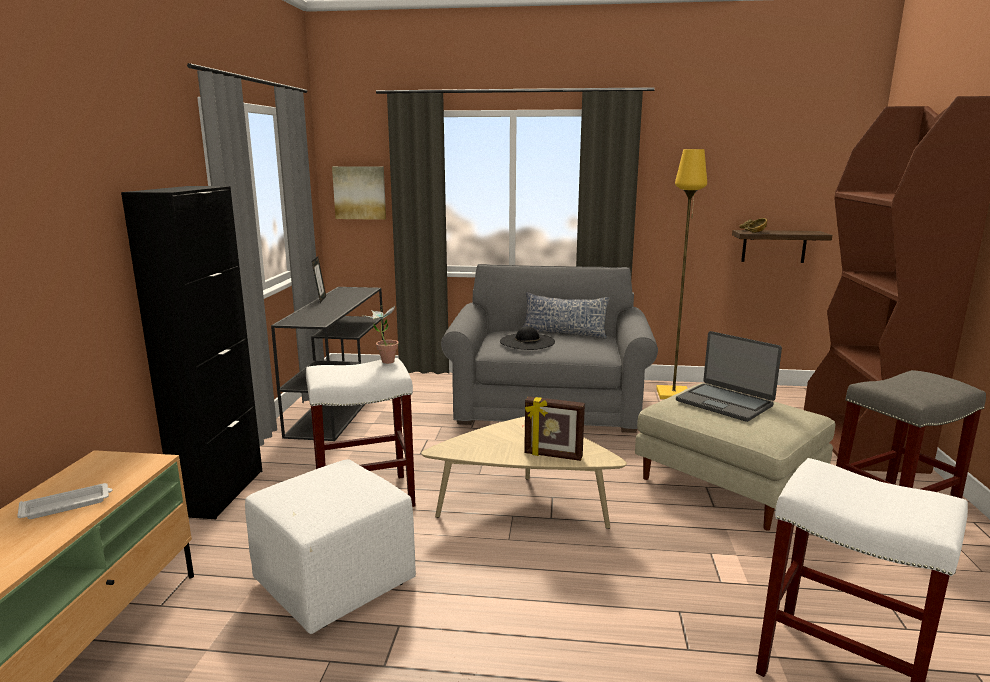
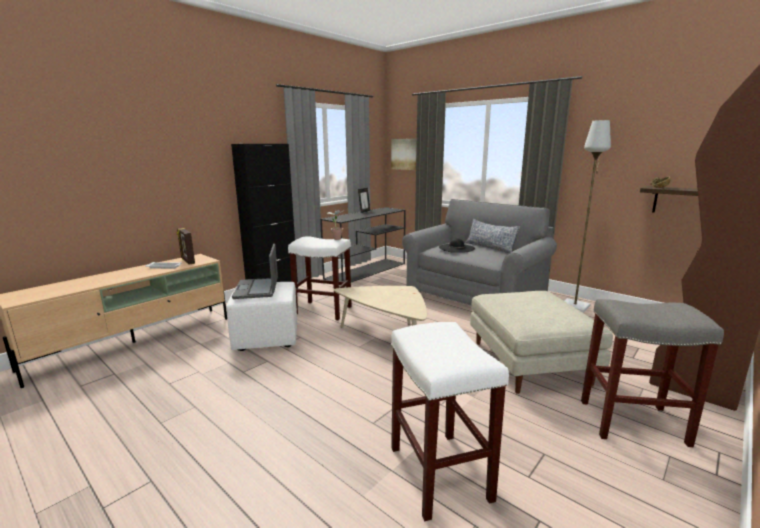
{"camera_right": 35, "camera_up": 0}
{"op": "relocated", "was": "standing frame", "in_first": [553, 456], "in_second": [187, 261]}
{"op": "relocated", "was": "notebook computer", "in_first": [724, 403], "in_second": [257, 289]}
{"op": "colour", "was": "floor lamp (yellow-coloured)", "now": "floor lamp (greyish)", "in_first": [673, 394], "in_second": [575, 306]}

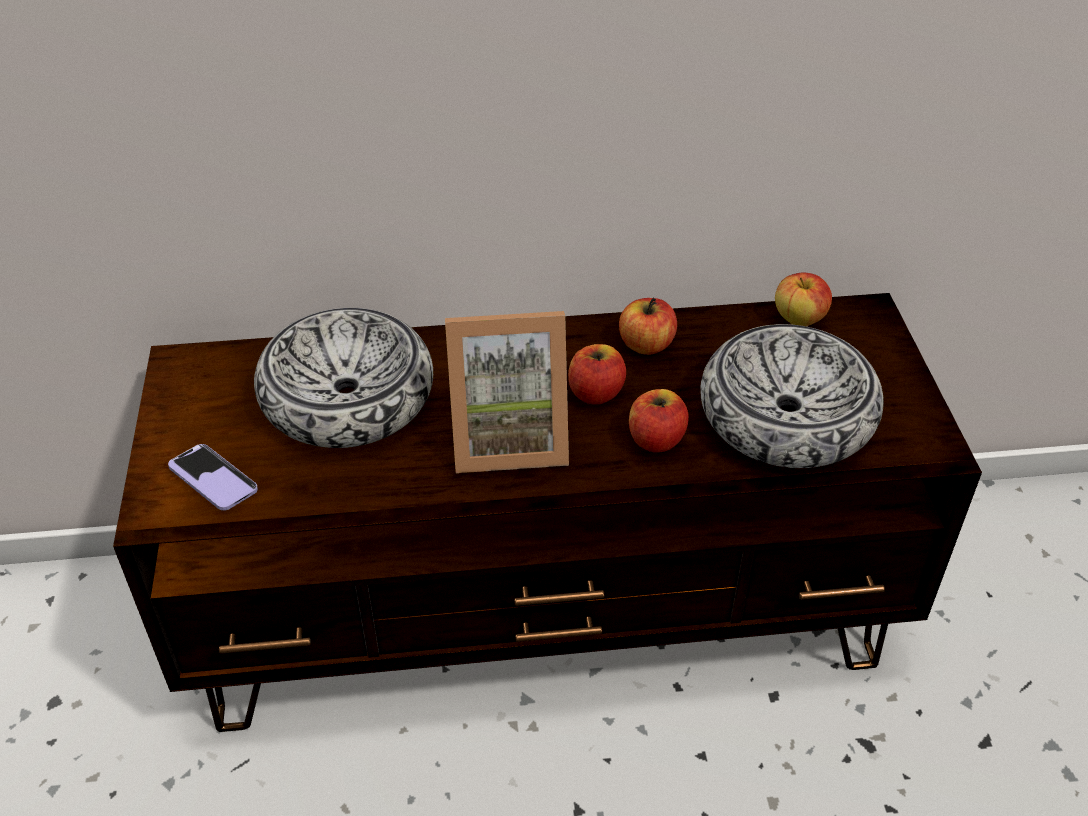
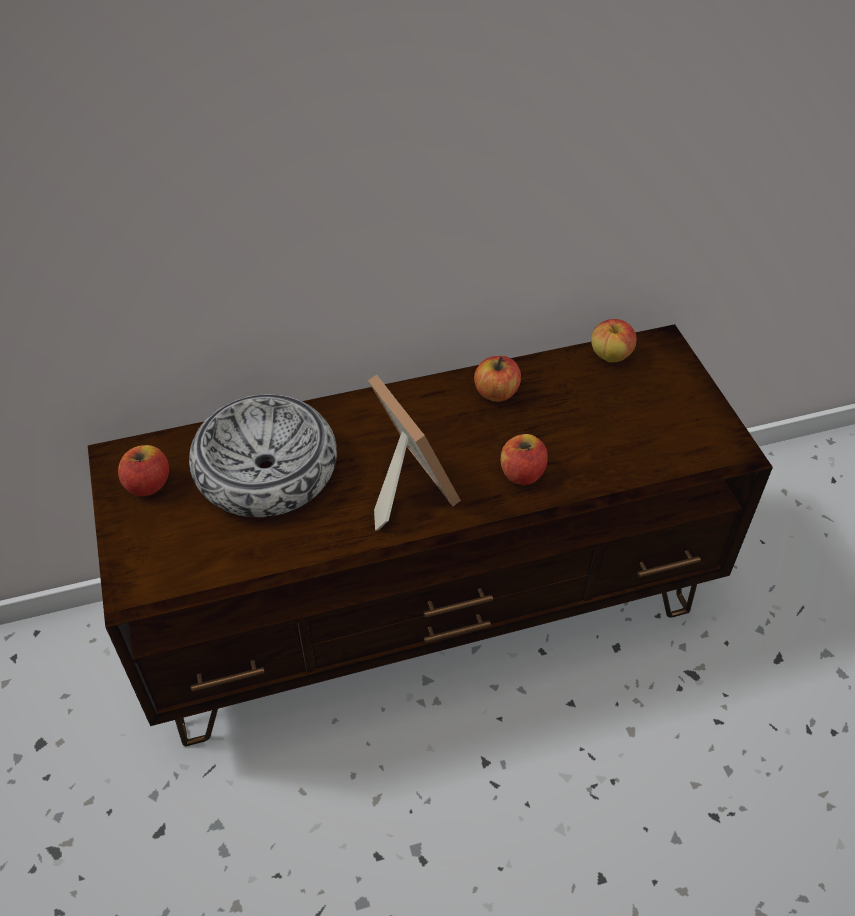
{"camera_right": -10, "camera_up": 5}
{"op": "missing", "was": "telephone", "in_first": [213, 479]}
{"op": "missing", "was": "bowl", "in_first": [787, 415]}
{"op": "relocated", "was": "apple", "in_first": [595, 393], "in_second": [148, 484]}
{"op": "spun", "was": "standing frame", "in_first": [508, 438], "in_second": [405, 488], "clockwise": -105}

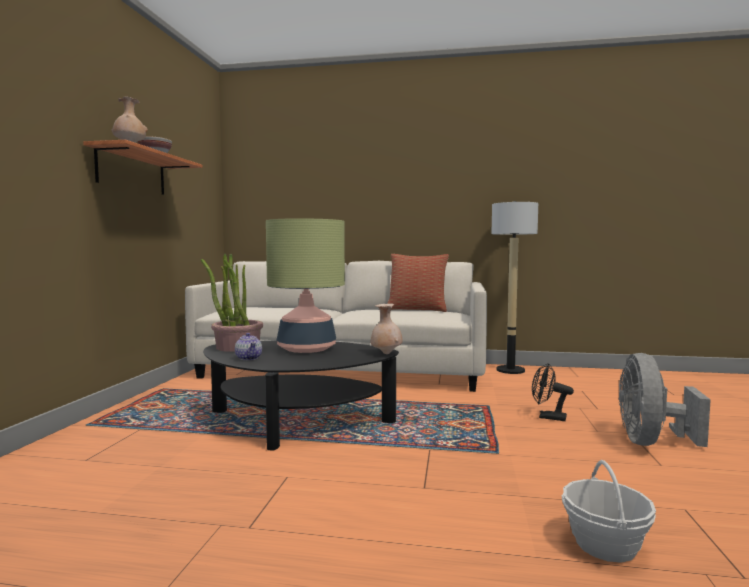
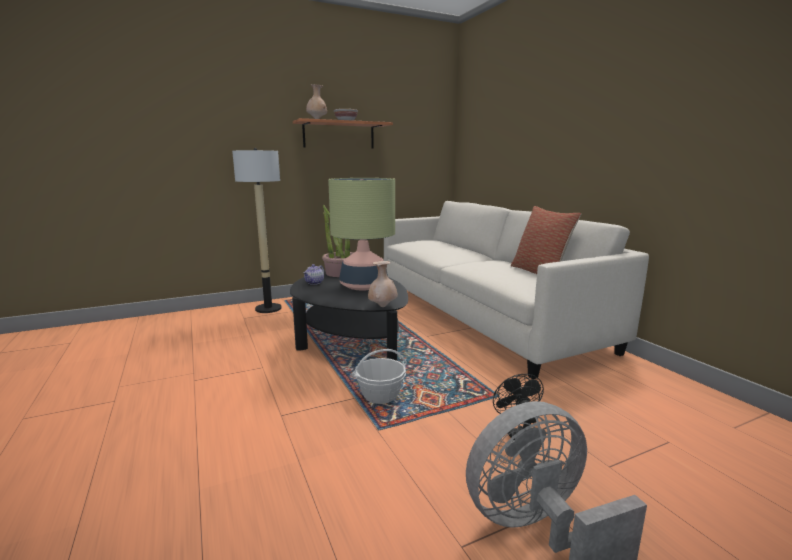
{"camera_right": 55, "camera_up": 10}
{"op": "relocated", "was": "floor lamp", "in_first": [510, 370], "in_second": [268, 309]}
{"op": "relocated", "was": "household basket", "in_first": [605, 545], "in_second": [380, 395]}

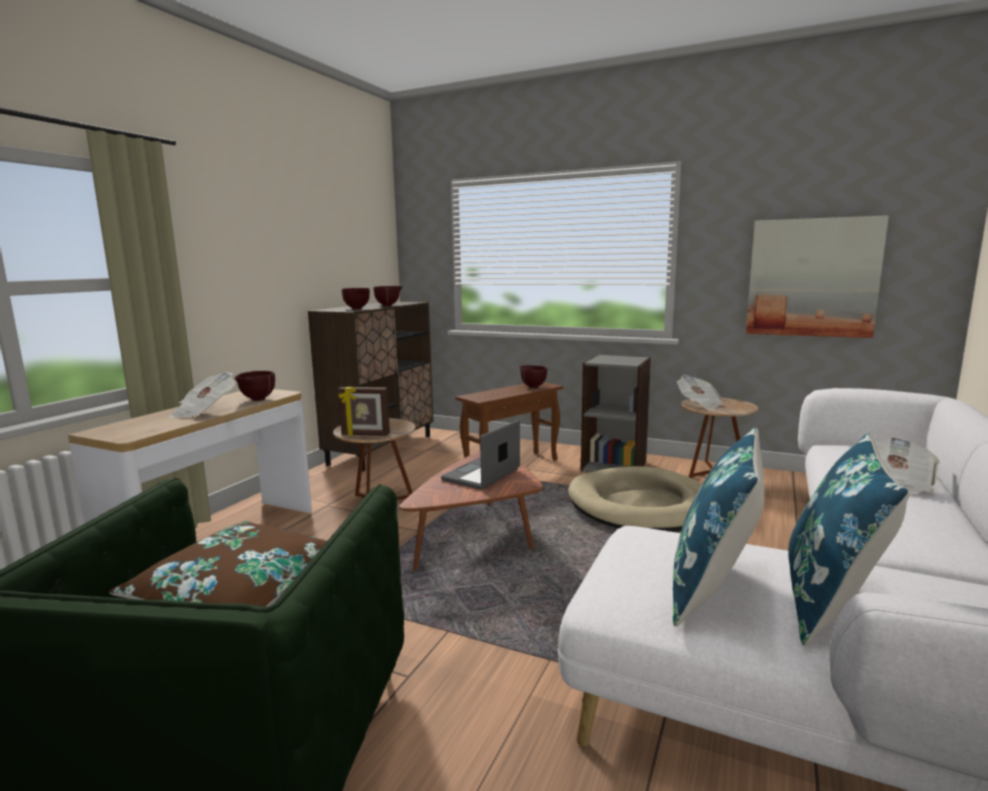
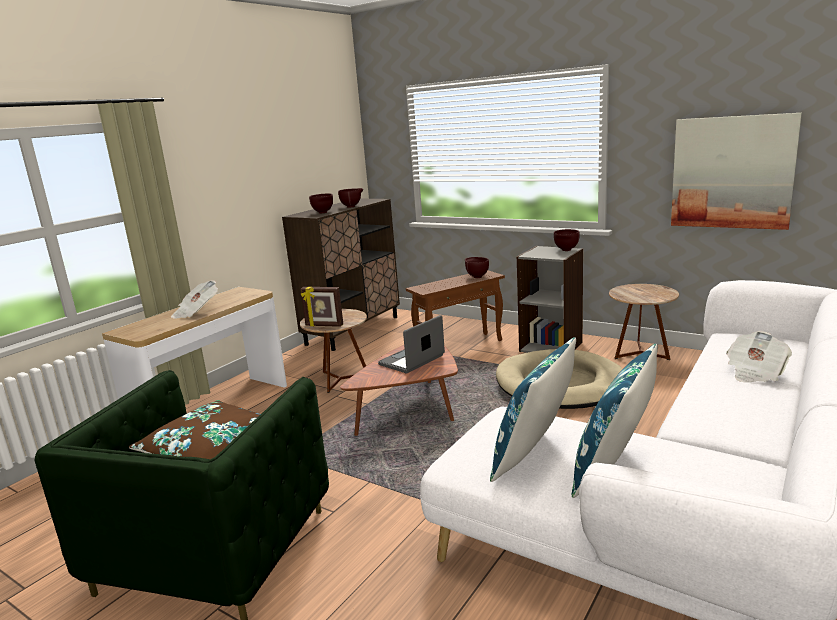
{"camera_right": 10, "camera_up": 5}
{"op": "missing", "was": "daily paper", "in_first": [699, 404]}
{"op": "relocated", "was": "bowl (brown-coloured)", "in_first": [256, 400], "in_second": [566, 250]}

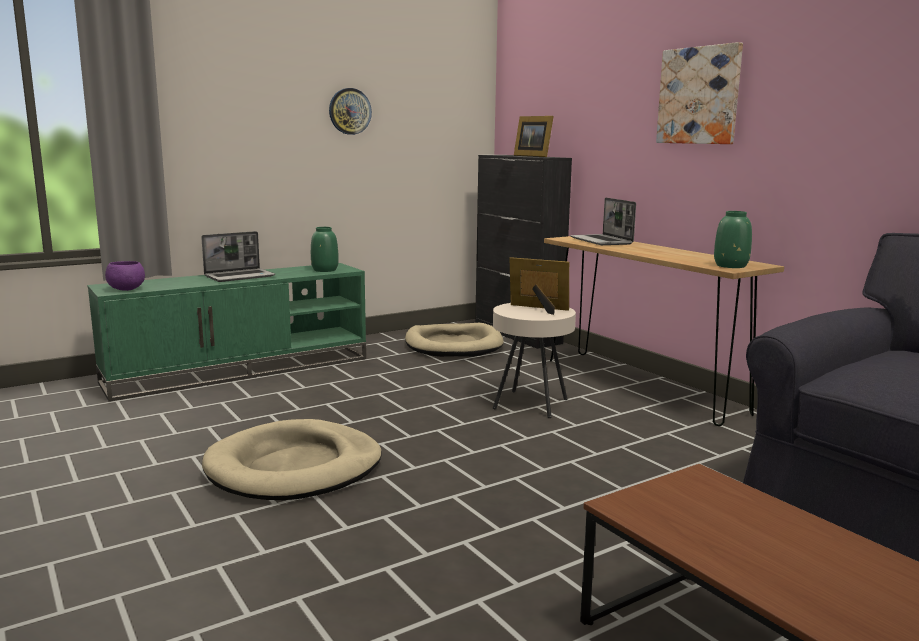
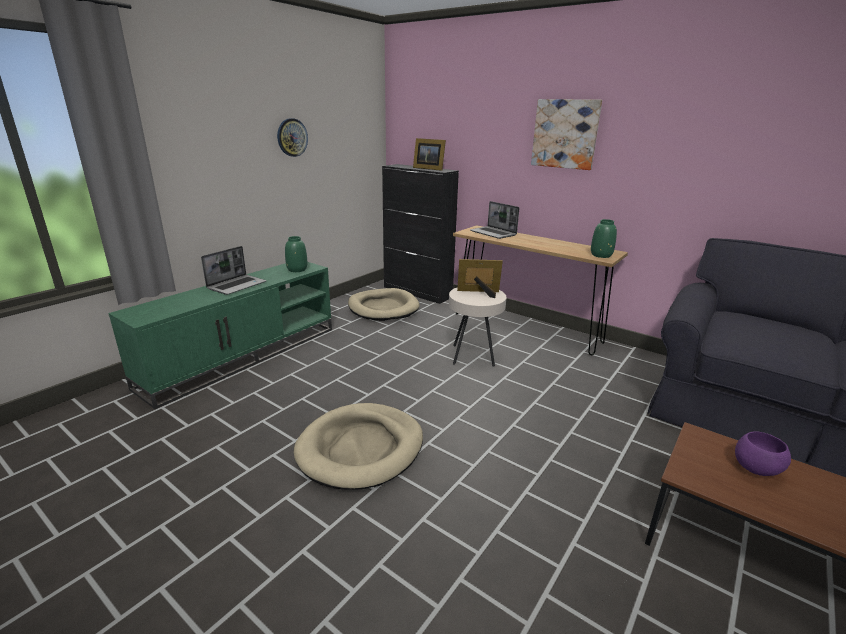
{"camera_right": -20, "camera_up": 10}
{"op": "relocated", "was": "bowl (purplish)", "in_first": [126, 290], "in_second": [756, 469]}

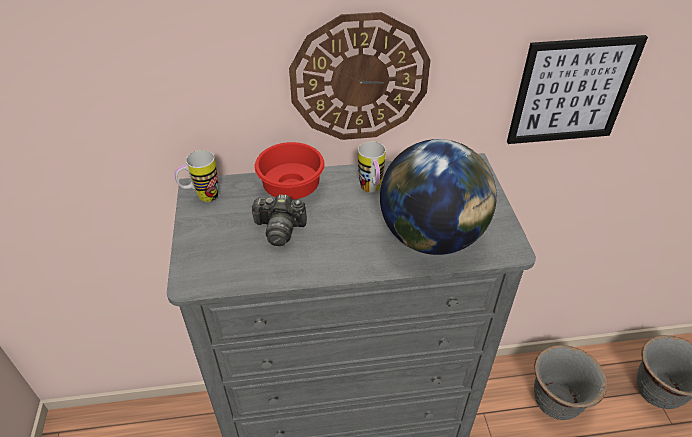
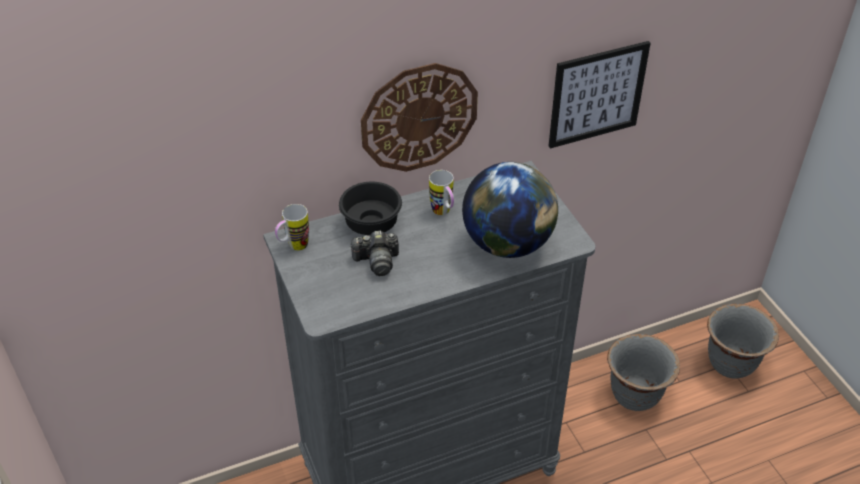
{"camera_right": -15, "camera_up": 0}
{"op": "colour", "was": "bowl (reddish)", "now": "bowl (black)", "in_first": [292, 189], "in_second": [373, 225]}

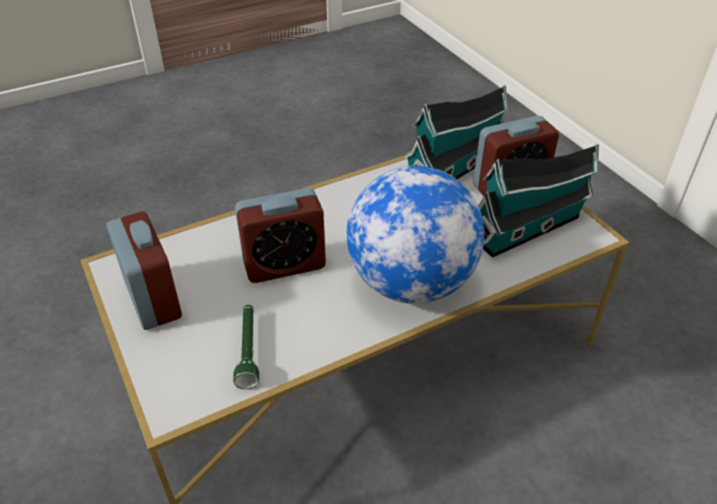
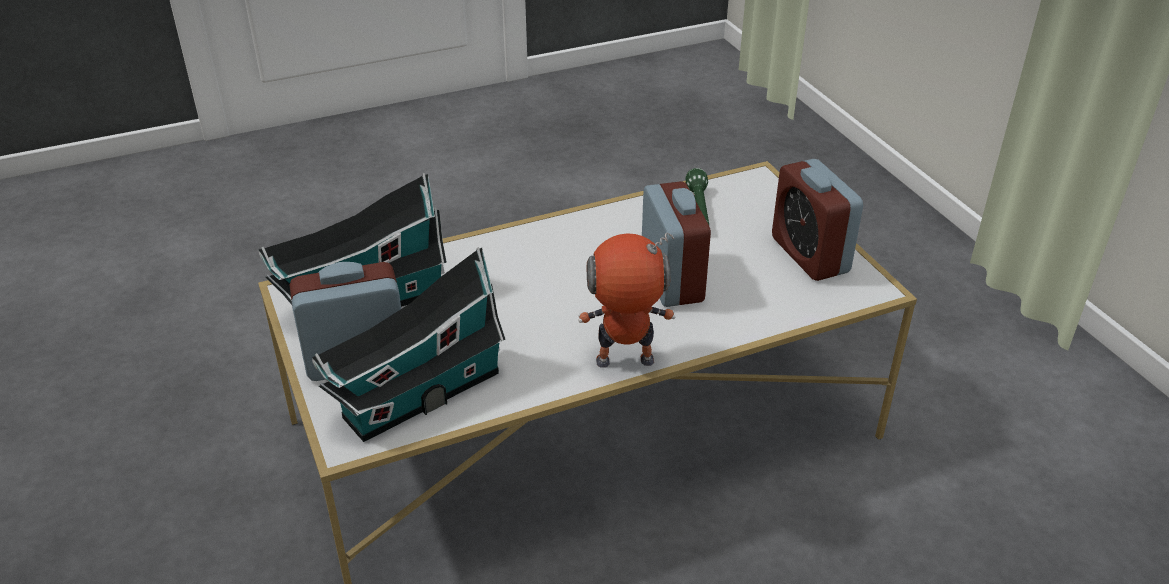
{"camera_right": -175, "camera_up": -5}
{"op": "missing", "was": "globe", "in_first": [411, 283]}
{"op": "appeared", "now": "toy robot", "in_second": [625, 362]}
{"op": "spun", "was": "table clock", "in_first": [284, 264], "in_second": [671, 280], "clockwise": 90}

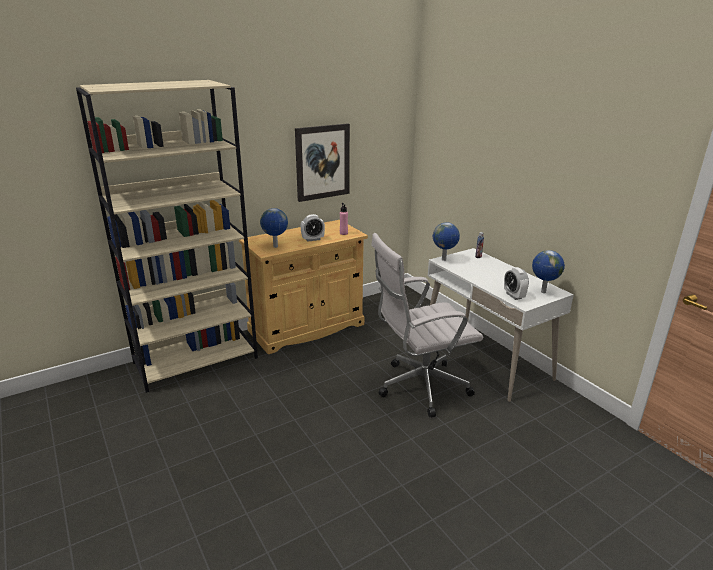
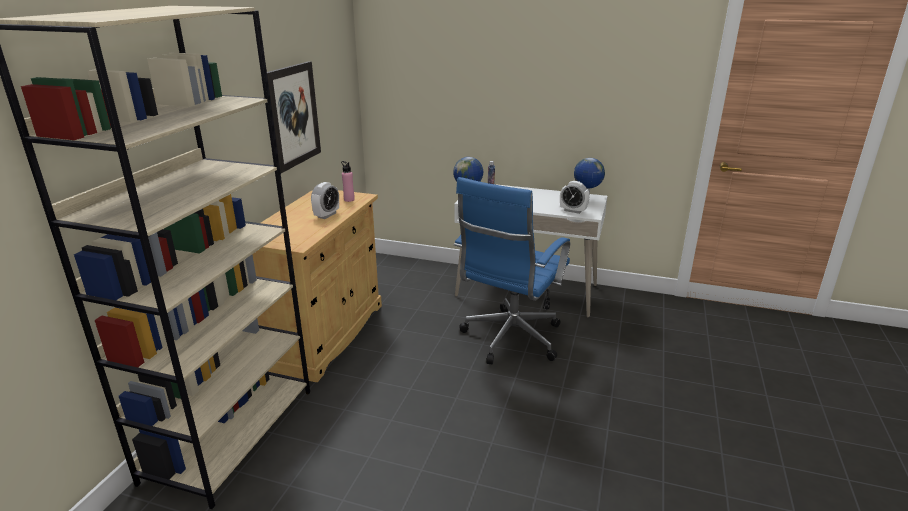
{"camera_right": -40, "camera_up": 0}
{"op": "missing", "was": "globe", "in_first": [275, 247]}
{"op": "colour", "was": "computer chair (white)", "now": "computer chair (blue)", "in_first": [419, 387], "in_second": [509, 340]}

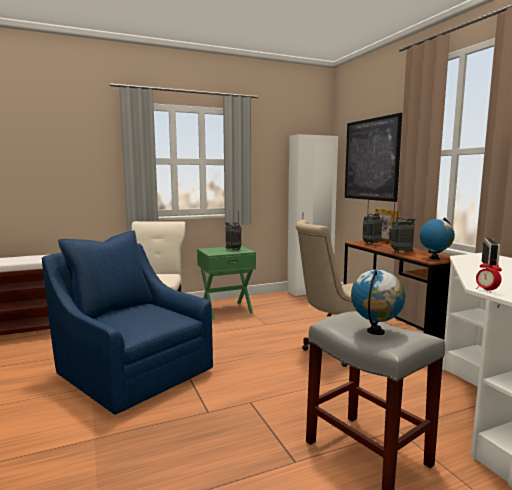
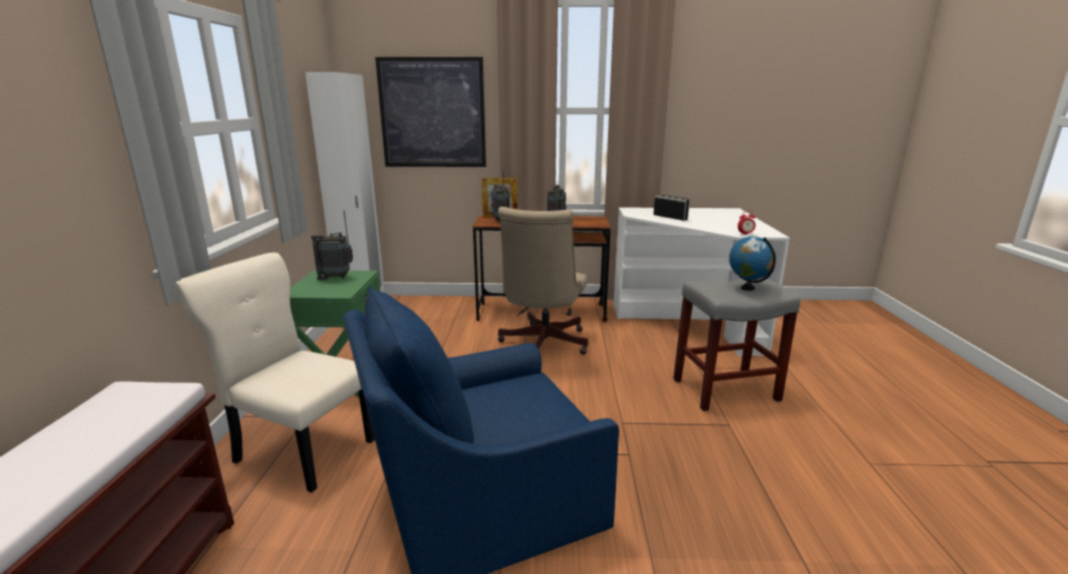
{"camera_right": -65, "camera_up": 10}
{"op": "missing", "was": "globe", "in_first": [434, 258]}

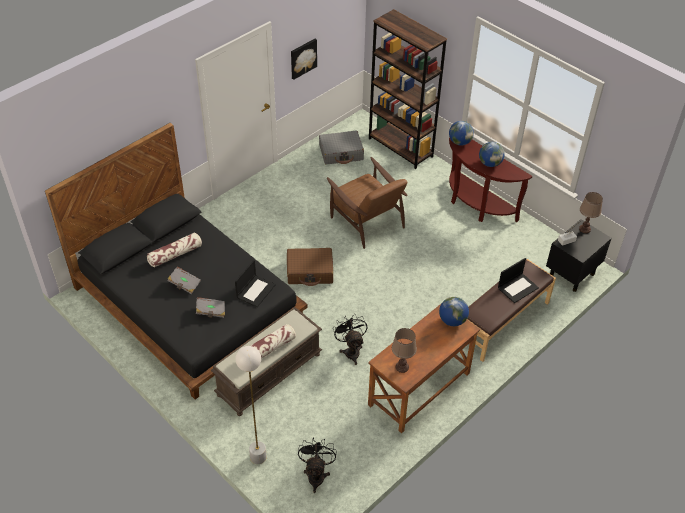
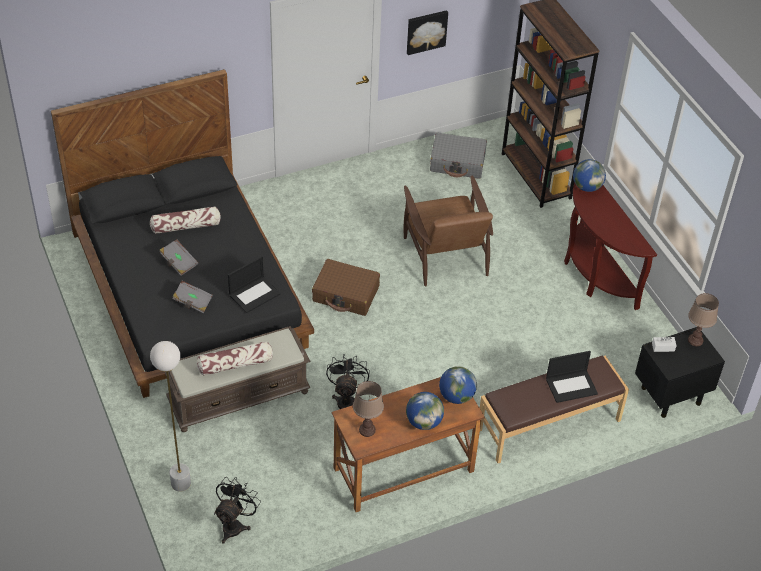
{"camera_right": 20, "camera_up": 0}
{"op": "relocated", "was": "globe", "in_first": [490, 163], "in_second": [423, 422]}

